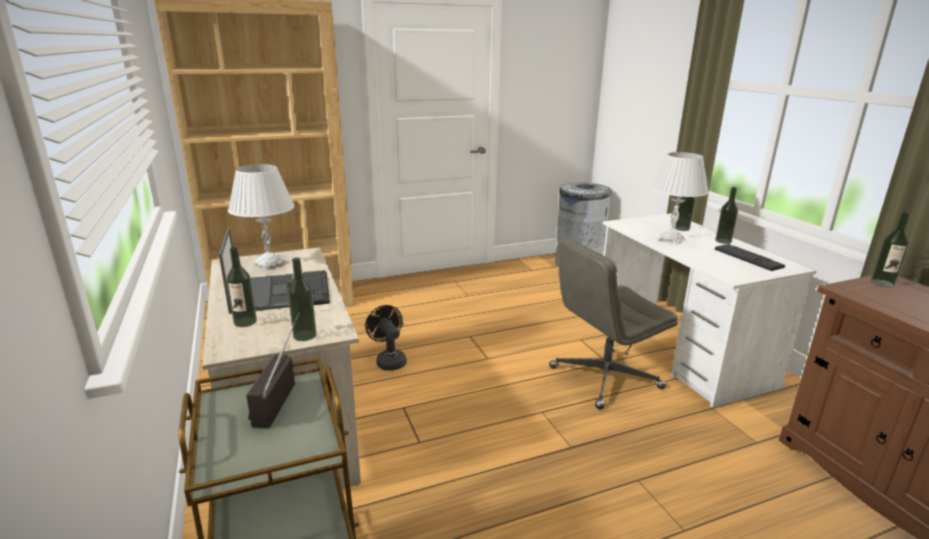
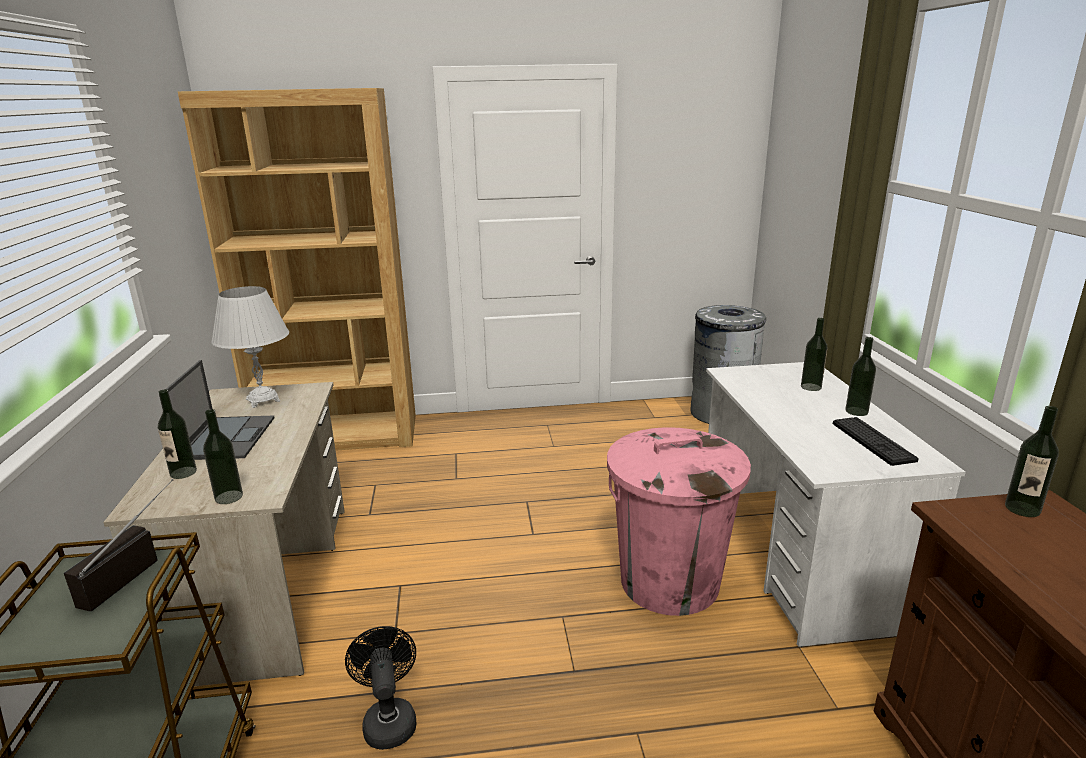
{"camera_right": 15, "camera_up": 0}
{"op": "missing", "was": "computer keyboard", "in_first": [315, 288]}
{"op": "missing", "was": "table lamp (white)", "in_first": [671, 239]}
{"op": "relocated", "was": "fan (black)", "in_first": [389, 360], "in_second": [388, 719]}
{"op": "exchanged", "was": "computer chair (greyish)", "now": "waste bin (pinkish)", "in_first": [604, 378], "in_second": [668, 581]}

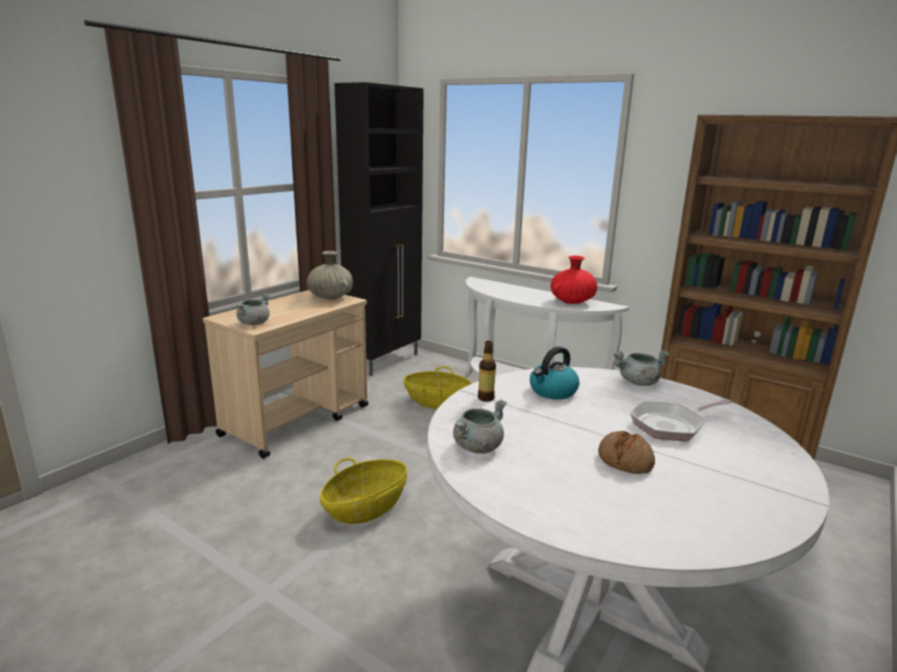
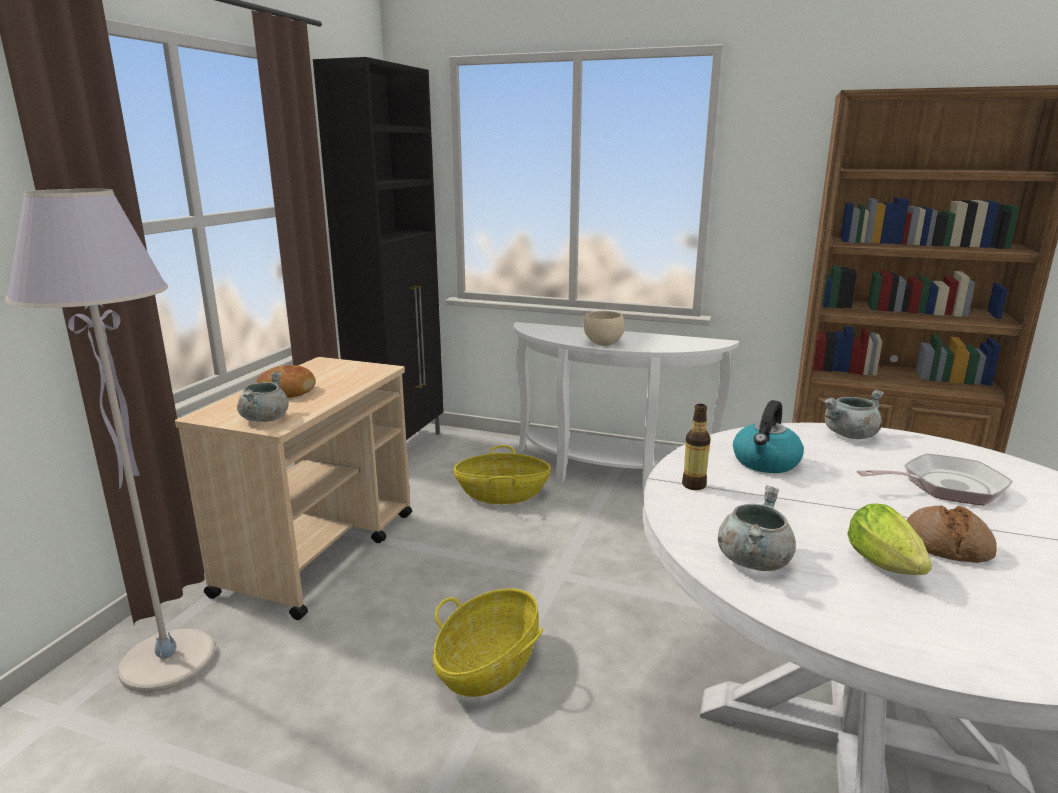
{"camera_right": -15, "camera_up": 0}
{"op": "missing", "was": "vase (beige)", "in_first": [330, 297]}
{"op": "missing", "was": "vase (reddish)", "in_first": [572, 302]}
{"op": "appeared", "now": "floor lamp (greyish)", "in_second": [167, 662]}
{"op": "appeared", "now": "baked bread", "in_second": [288, 391]}
{"op": "appeared", "now": "bowl (beige)", "in_second": [603, 344]}
{"op": "appeared", "now": "lettuce head", "in_second": [887, 567]}
{"op": "spun", "was": "frying pan", "in_first": [671, 425], "in_second": [945, 487], "clockwise": -150}

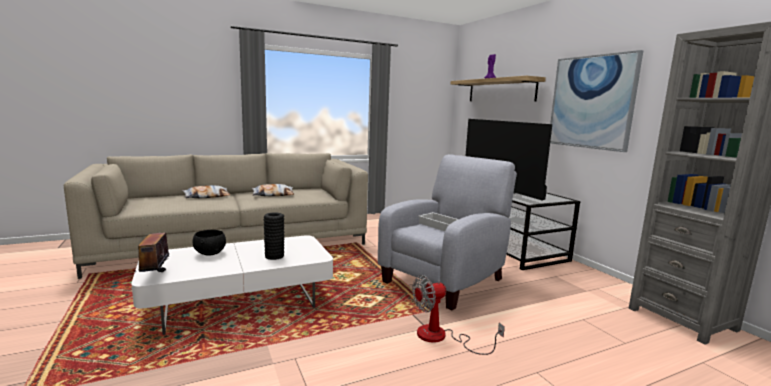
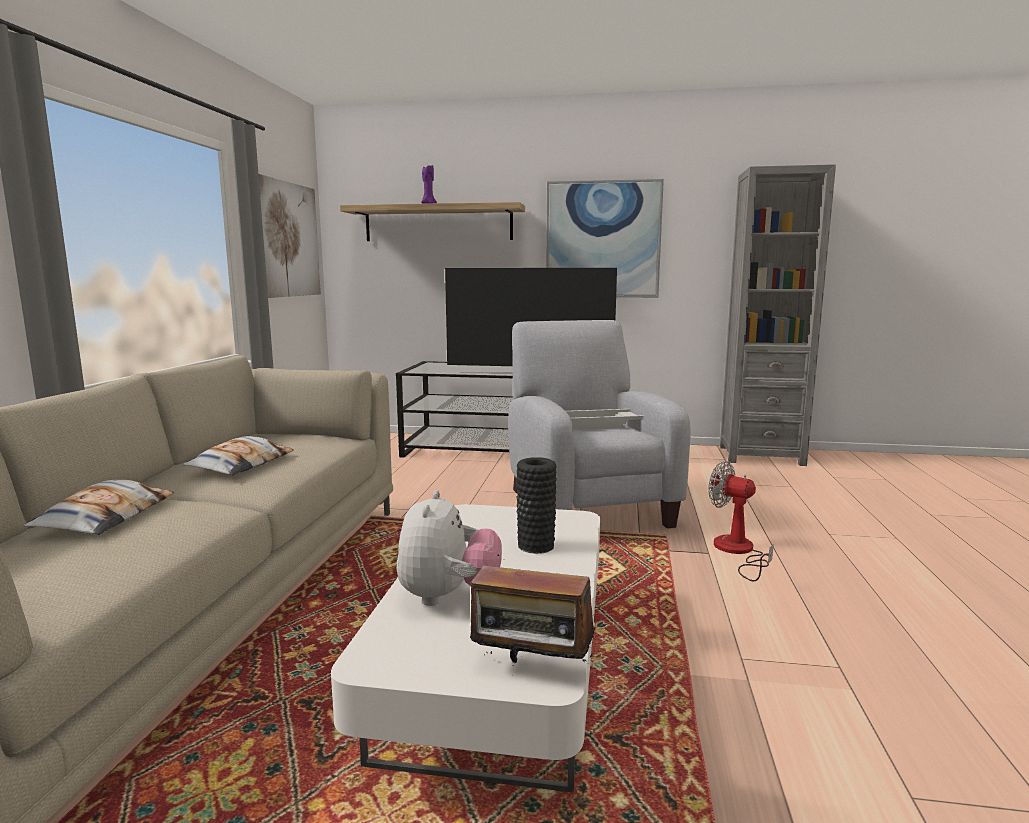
{"camera_right": -55, "camera_up": 0}
{"op": "appeared", "now": "wall picture", "in_second": [289, 240]}
{"op": "exchanged", "was": "bowl (black)", "now": "soft toy", "in_first": [210, 253], "in_second": [448, 596]}
{"op": "spun", "was": "fan", "in_first": [441, 337], "in_second": [737, 552], "clockwise": 120}

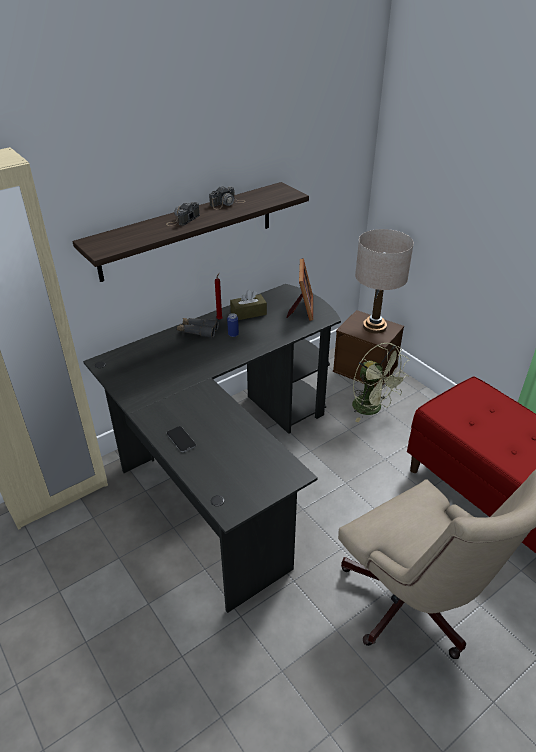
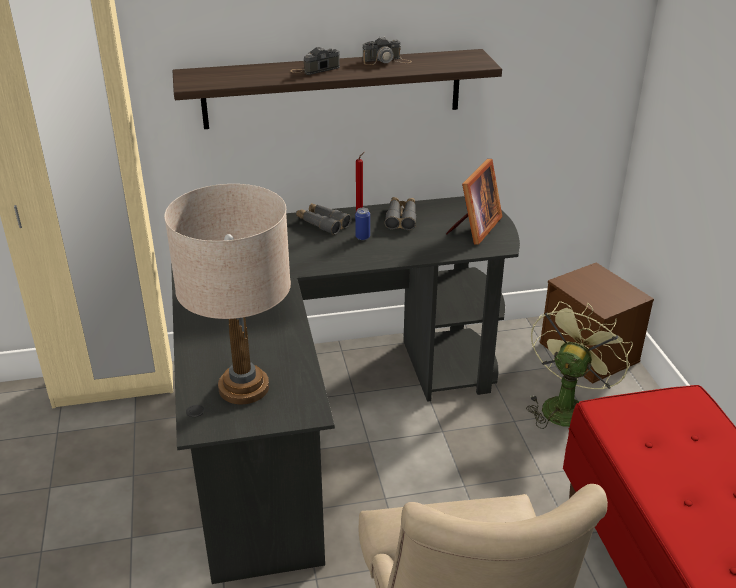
{"camera_right": 25, "camera_up": -5}
{"op": "missing", "was": "telephone", "in_first": [181, 440]}
{"op": "relocated", "was": "table lamp (beige)", "in_first": [374, 326], "in_second": [244, 387]}
{"op": "exchanged", "was": "box of tissues (brown-coloured)", "now": "binoculars (greyish)", "in_first": [248, 313], "in_second": [401, 218]}
{"op": "spun", "was": "fan (green-coloured)", "in_first": [372, 409], "in_second": [566, 405], "clockwise": -135}

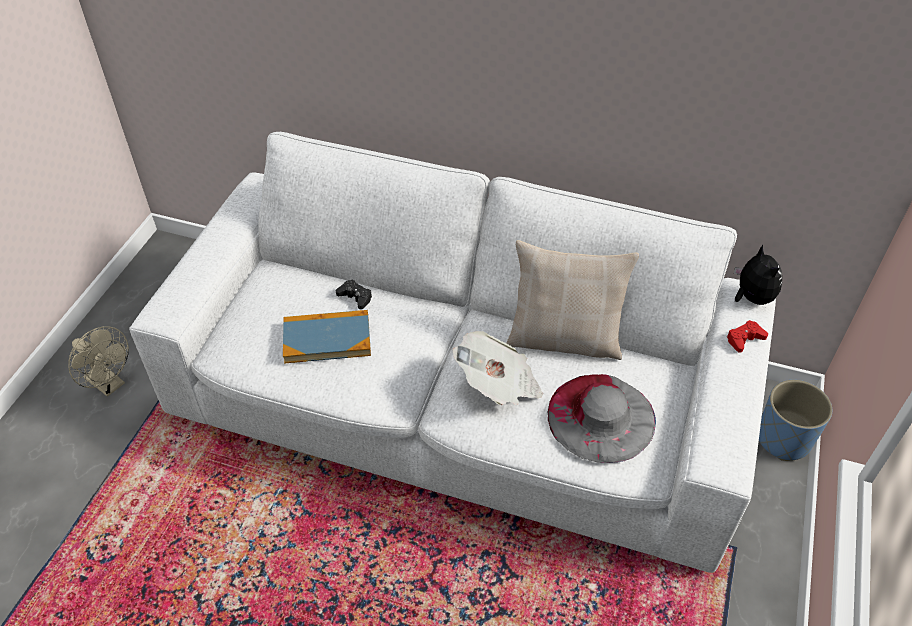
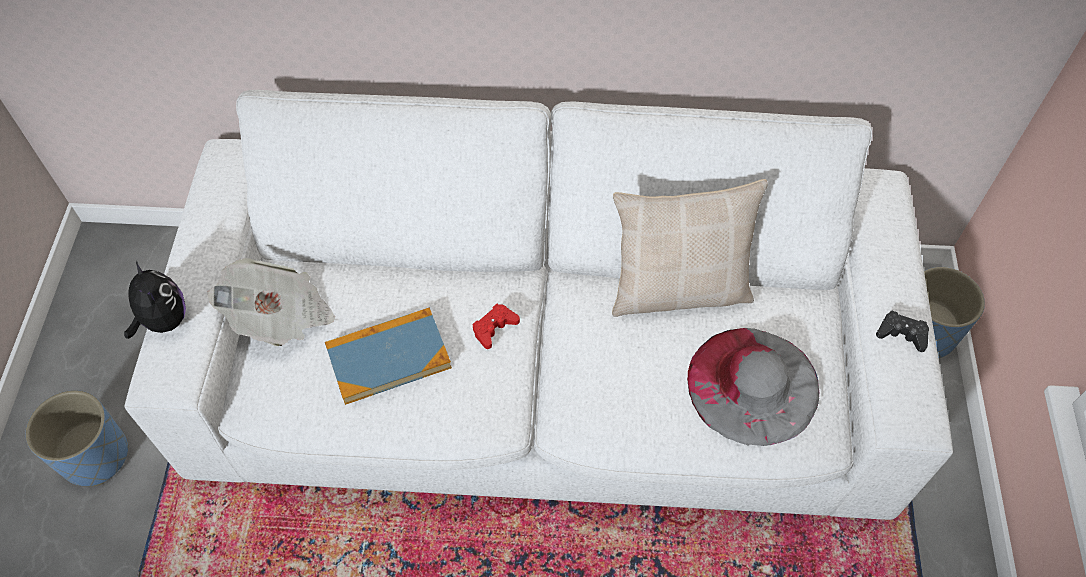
{"camera_right": -15, "camera_up": 10}
{"op": "relocated", "was": "joypad (black)", "in_first": [355, 297], "in_second": [901, 334]}
{"op": "relocated", "was": "daily paper", "in_first": [498, 384], "in_second": [280, 316]}
{"op": "relocated", "was": "joypad (reddish)", "in_first": [744, 339], "in_second": [494, 328]}
{"op": "relocated", "was": "soft toy", "in_first": [751, 298], "in_second": [163, 320]}
{"op": "exchanged", "was": "fan (beige)", "now": "planter (blue)", "in_first": [109, 384], "in_second": [95, 455]}

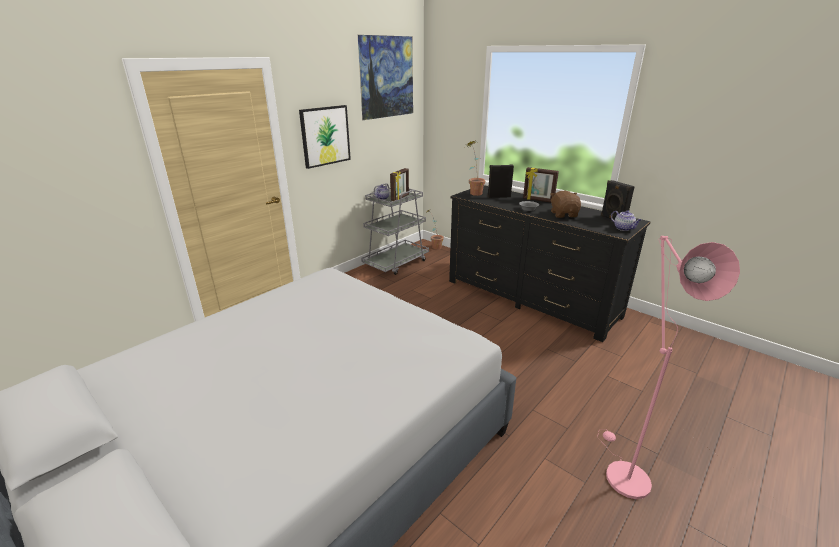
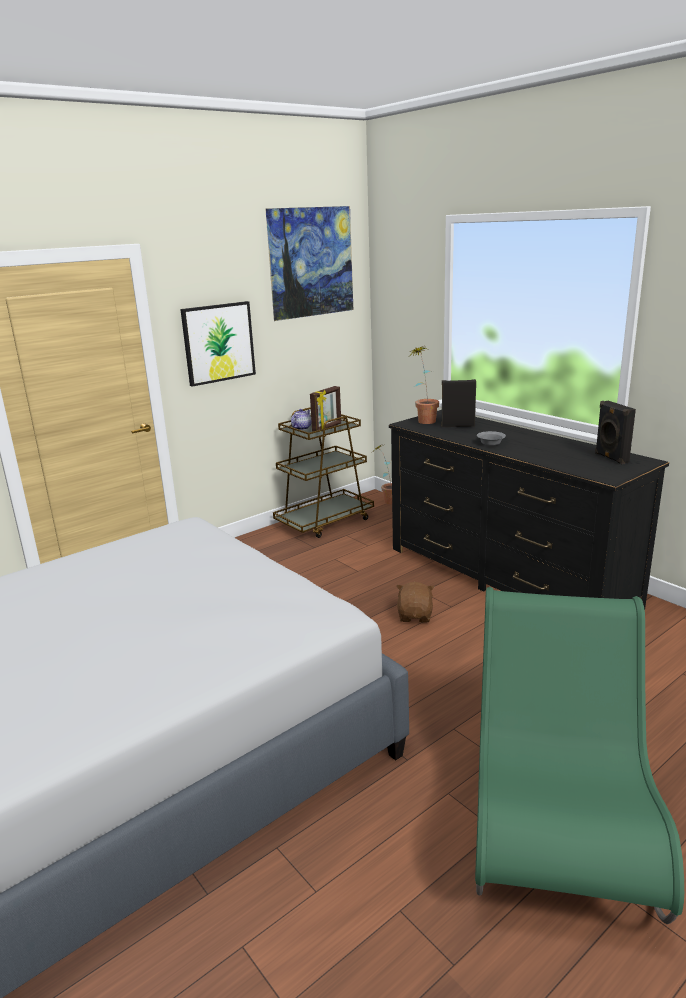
{"camera_right": 10, "camera_up": -5}
{"op": "missing", "was": "standing frame", "in_first": [538, 200]}
{"op": "missing", "was": "tea pot", "in_first": [624, 228]}
{"op": "relocated", "was": "soft toy (brown-coloured)", "in_first": [564, 214], "in_second": [415, 616]}
{"op": "exchanged", "was": "floor lamp (pinkish)", "now": "chair (green-coloured)", "in_first": [623, 472], "in_second": [557, 822]}
{"op": "colour", "was": "trolley (greyish)", "now": "trolley (brown-coloured)", "in_first": [396, 263], "in_second": [325, 521]}

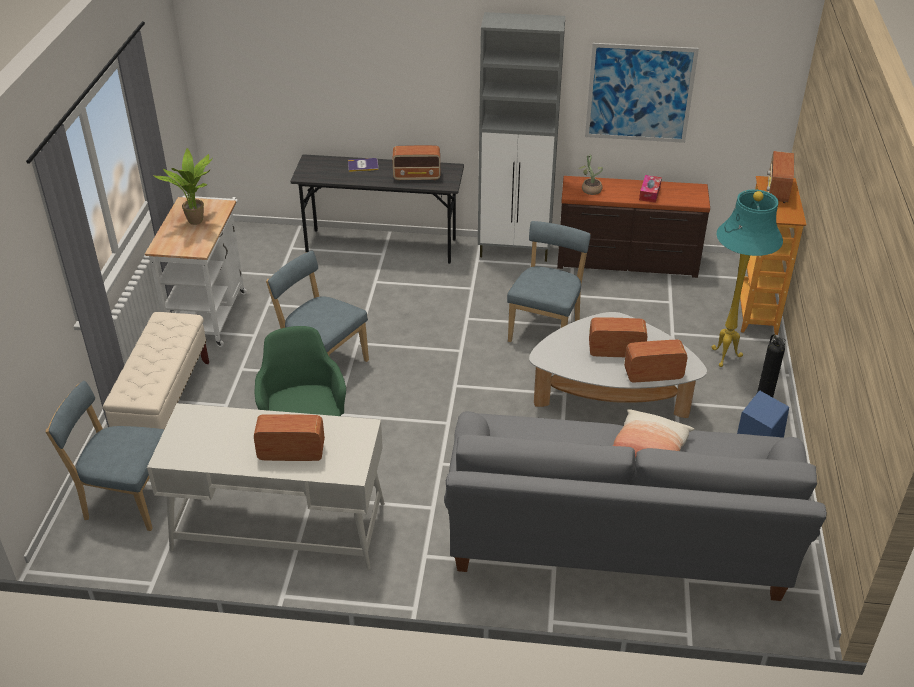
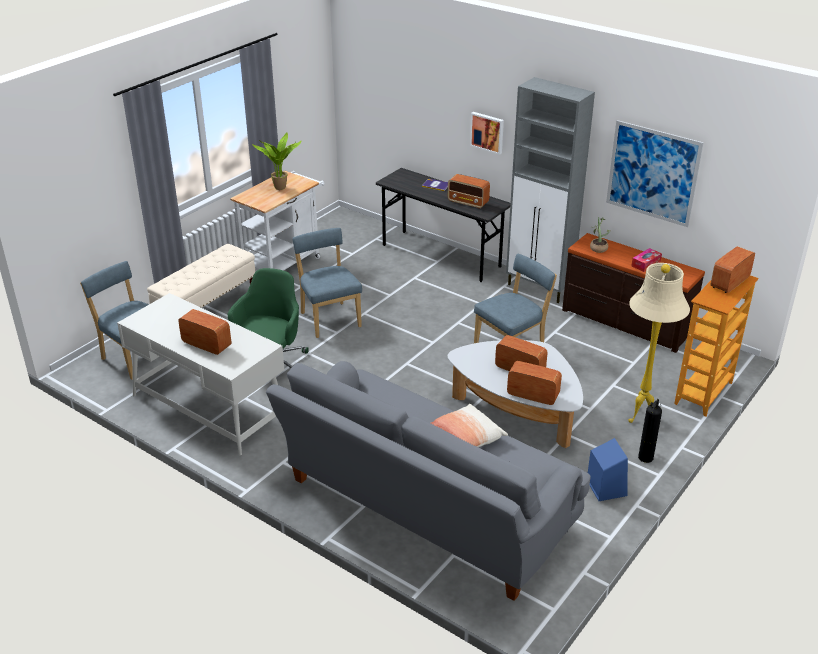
{"camera_right": 30, "camera_up": -5}
{"op": "appeared", "now": "wall picture", "in_second": [487, 132]}
{"op": "colour", "was": "floor lamp (turquoise)", "now": "floor lamp (beige)", "in_first": [725, 358], "in_second": [640, 418]}

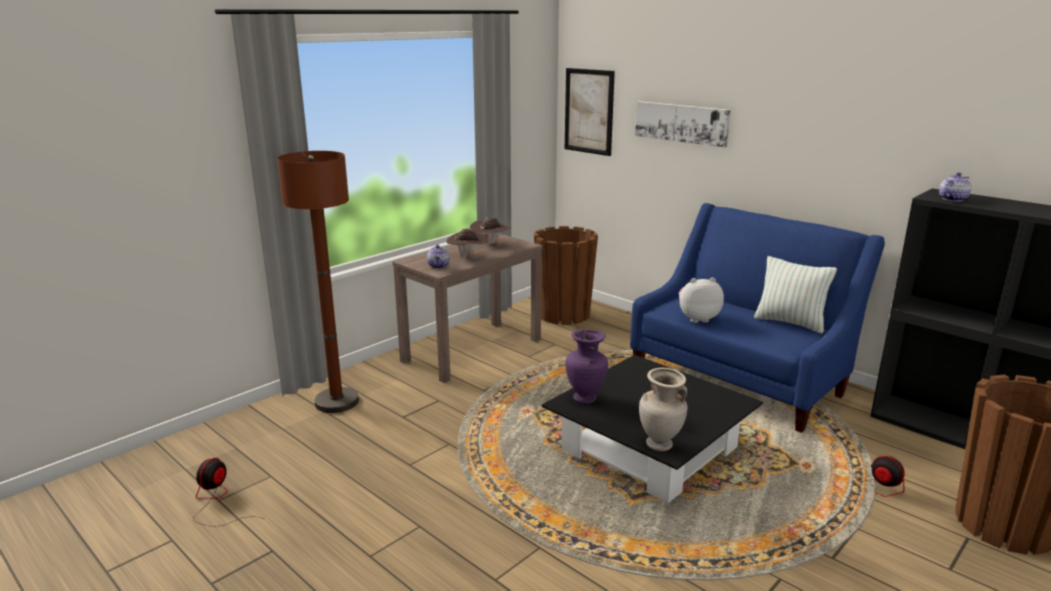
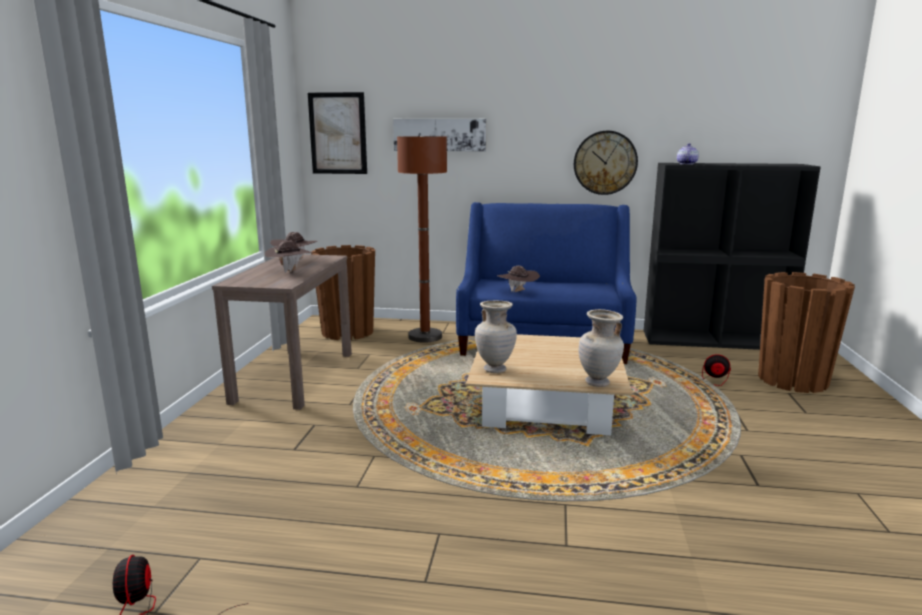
{"camera_right": -35, "camera_up": -5}
{"op": "missing", "was": "tea pot", "in_first": [438, 266]}
{"op": "missing", "was": "throw pillow", "in_first": [790, 323]}
{"op": "appeared", "now": "wall clock", "in_second": [605, 162]}
{"op": "relocated", "was": "floor lamp (brown-coloured)", "in_first": [337, 402], "in_second": [425, 336]}
{"op": "exchanged", "was": "soft toy", "now": "hat (brown-coloured)", "in_first": [697, 318], "in_second": [518, 292]}
{"op": "colour", "was": "coffee table (black)", "now": "coffee table (beige)", "in_first": [650, 449], "in_second": [547, 404]}
{"op": "colour", "was": "vase (purplish)", "now": "vase (beige)", "in_first": [585, 399], "in_second": [495, 369]}

